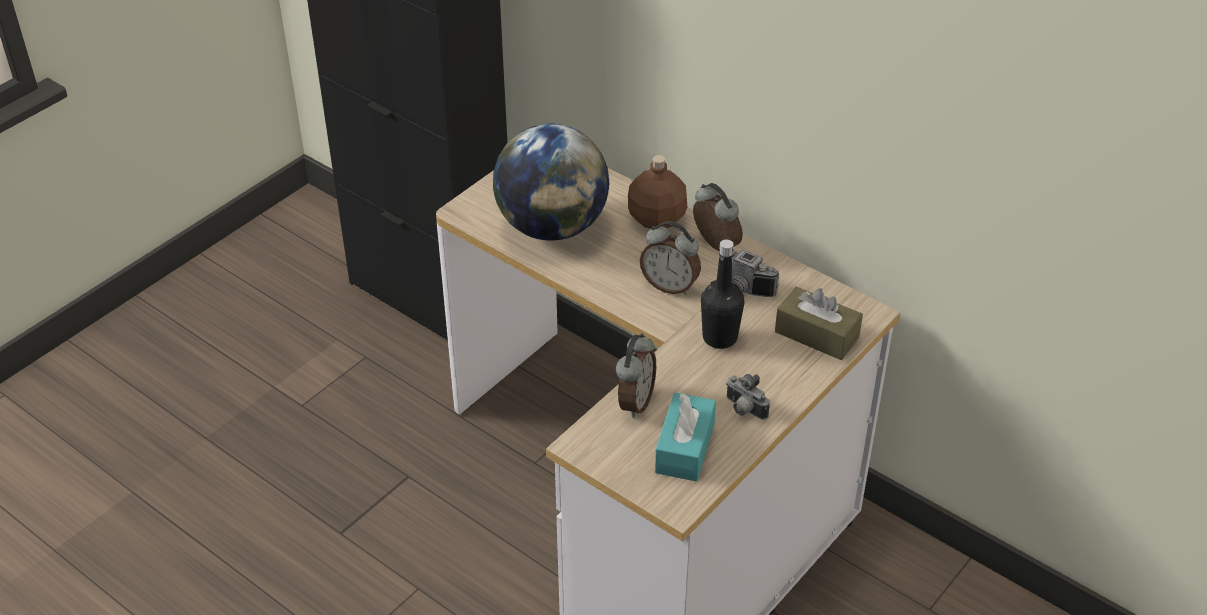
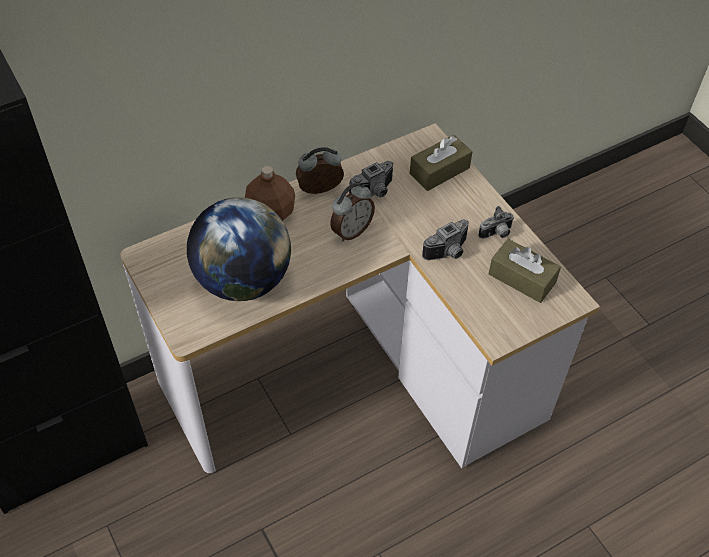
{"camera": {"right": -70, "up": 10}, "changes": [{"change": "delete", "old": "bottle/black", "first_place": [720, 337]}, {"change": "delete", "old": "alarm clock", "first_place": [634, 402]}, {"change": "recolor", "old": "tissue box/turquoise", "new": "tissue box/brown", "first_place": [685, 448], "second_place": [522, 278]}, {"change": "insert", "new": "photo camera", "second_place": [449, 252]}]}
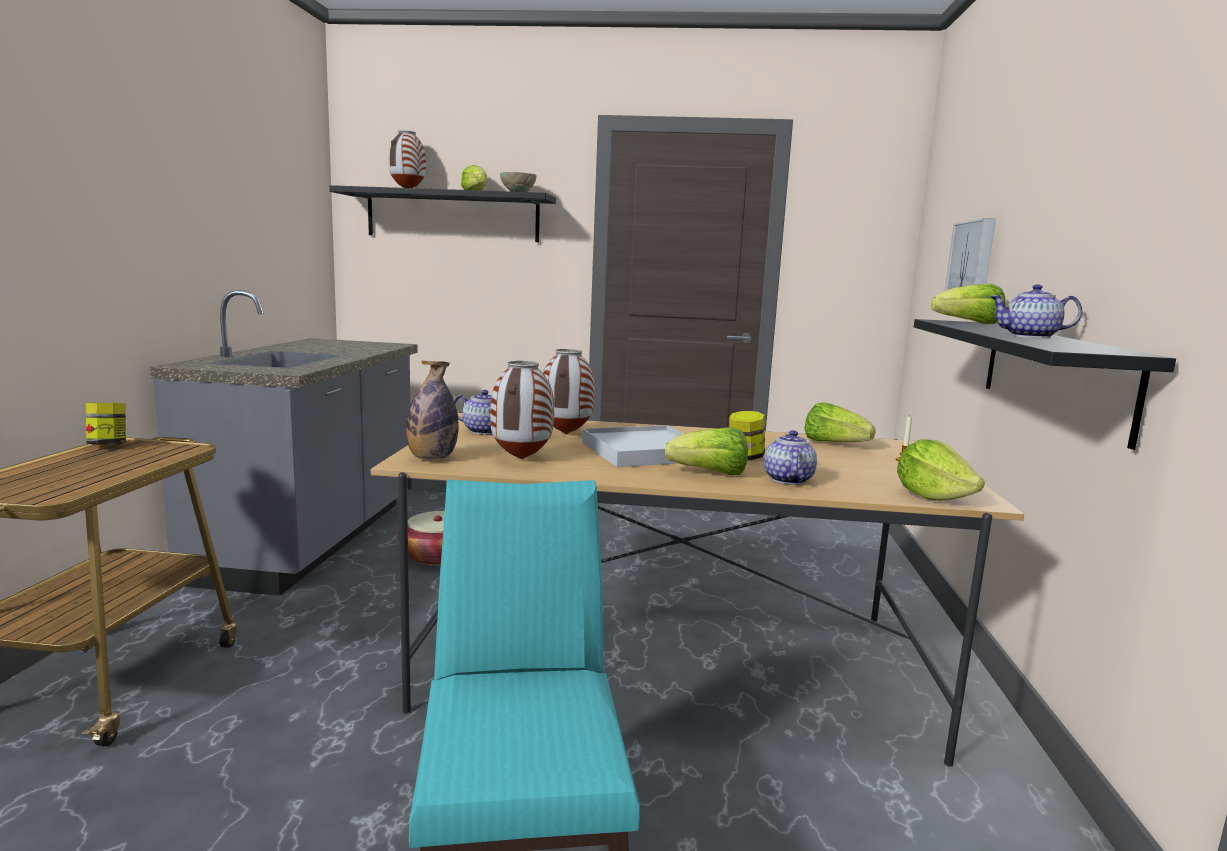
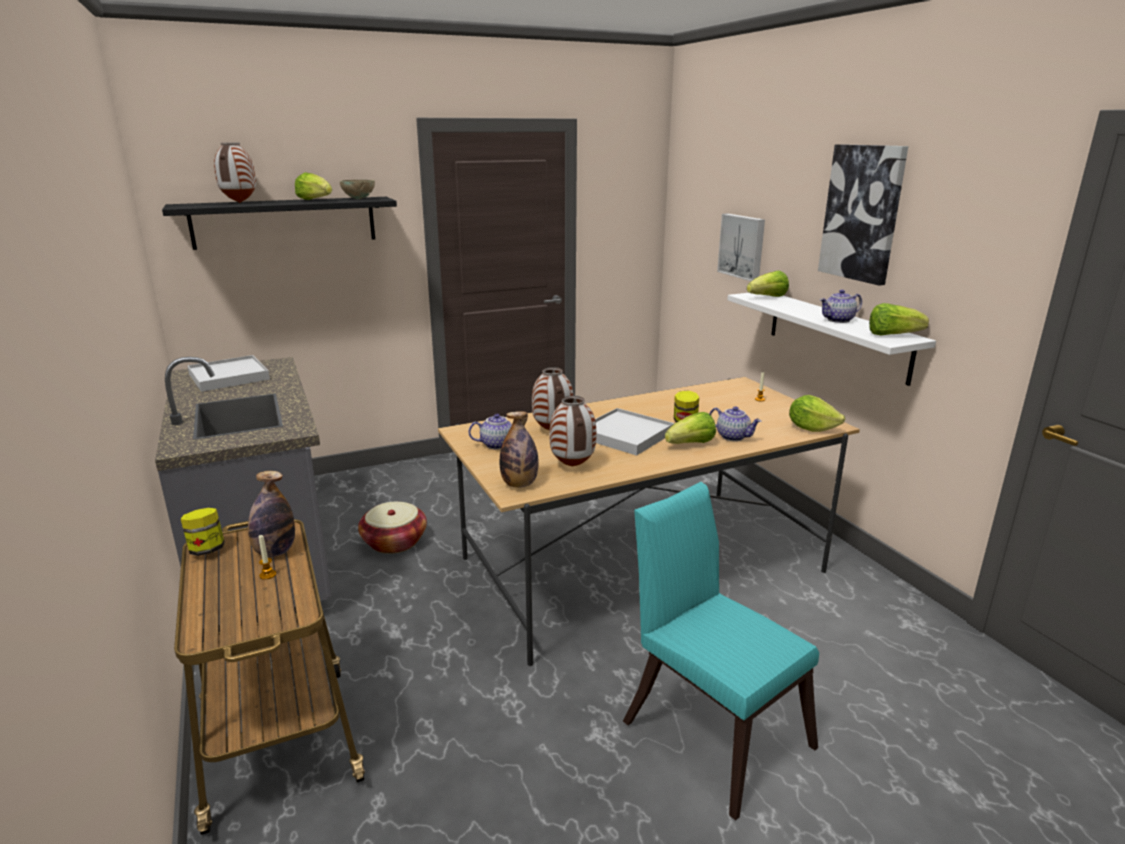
{"camera": {"right": -30, "up": 10}, "changes": [{"change": "recolor", "old": "shelf/black", "new": "shelf/white", "first_place": [1053, 374], "second_place": [837, 335]}, {"change": "move", "old": "lettuce", "first_place": [834, 444], "second_place": [892, 335]}, {"change": "rotate", "old": "teapot", "first_place": [786, 479], "second_place": [733, 437], "degrees": 150}, {"change": "insert", "new": "picture", "second_place": [862, 213]}, {"change": "insert", "new": "tray/white", "second_place": [229, 377]}, {"change": "insert", "new": "bottle", "second_place": [275, 552]}, {"change": "insert", "new": "candle", "second_place": [267, 575]}]}
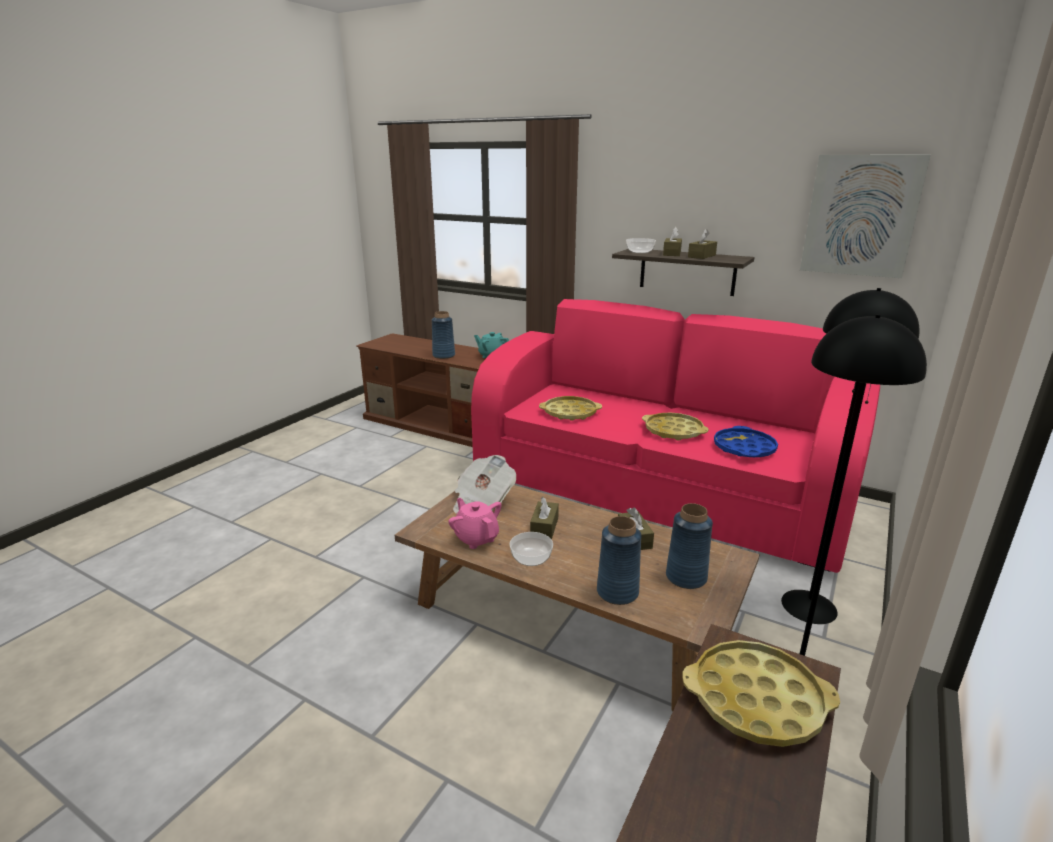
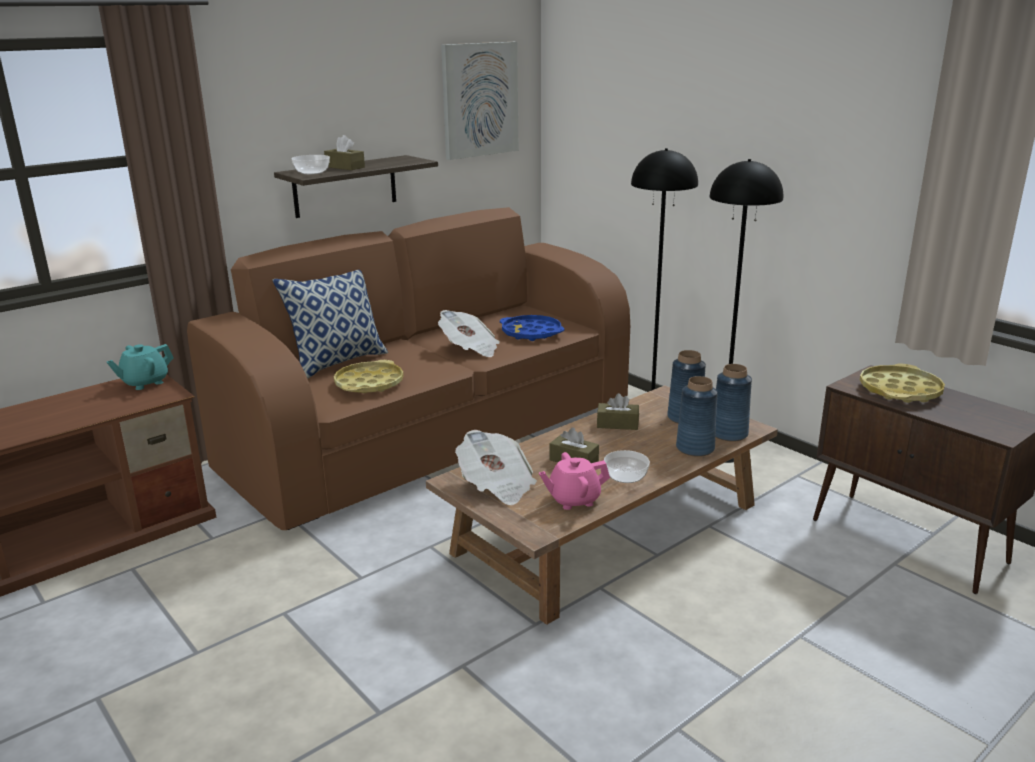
{"camera": {"right": -70, "up": 0}, "changes": [{"change": "delete", "old": "tissue box/brown", "first_place": [701, 256]}, {"change": "recolor", "old": "sofa/pink", "new": "sofa/brown", "first_place": [654, 492], "second_place": [435, 435]}, {"change": "move", "old": "vase/blue", "first_place": [443, 355], "second_place": [729, 434]}, {"change": "replace", "old": "tray/yellow", "new": "newspaper", "first_place": [673, 431], "second_place": [470, 349]}, {"change": "insert", "new": "pillow", "second_place": [337, 362]}]}
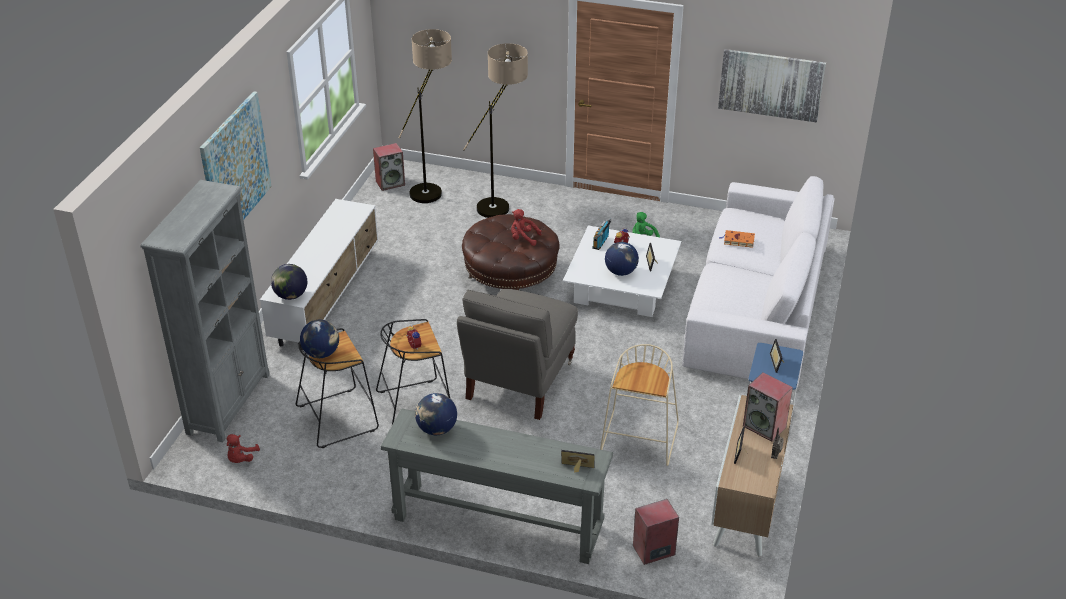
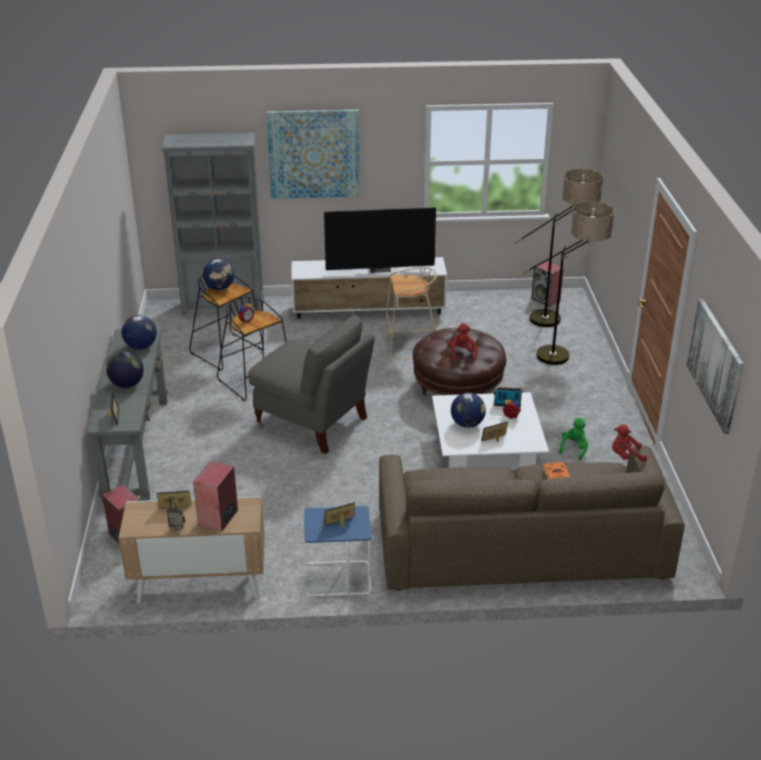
{"camera": {"right": 70, "up": -5}, "changes": [{"change": "recolor", "old": "sofa/white", "new": "sofa/brown", "first_place": [756, 304], "second_place": [520, 543]}, {"change": "move", "old": "globe", "first_place": [290, 295], "second_place": [127, 384]}, {"change": "rotate", "old": "armchair/grey", "first_place": [519, 381], "second_place": [313, 422], "degrees": -150}, {"change": "move", "old": "stool/beige", "first_place": [640, 441], "second_place": [411, 345]}, {"change": "move", "old": "plush toy/red", "first_place": [241, 459], "second_place": [625, 456]}, {"change": "insert", "new": "television", "second_place": [380, 269]}]}
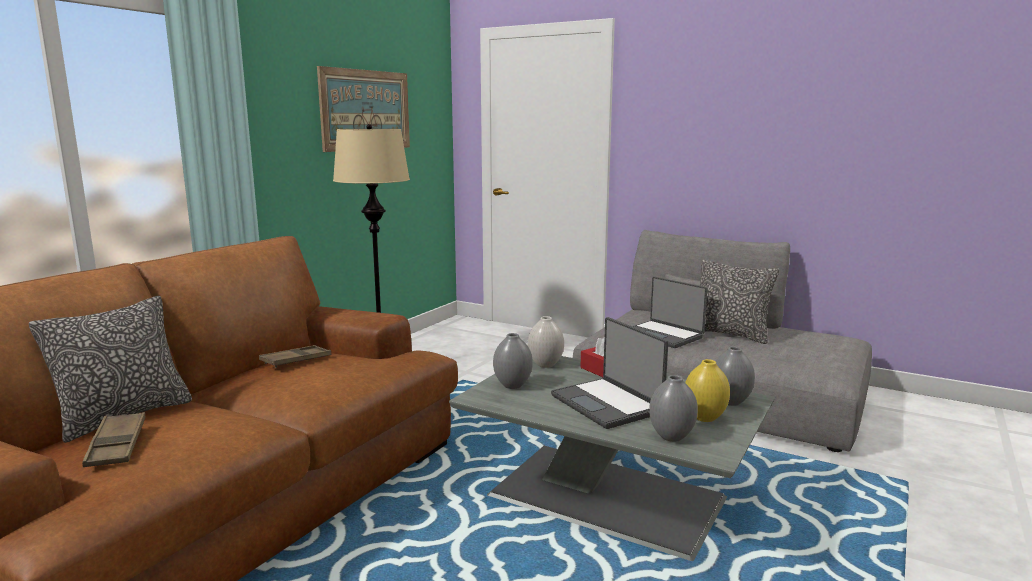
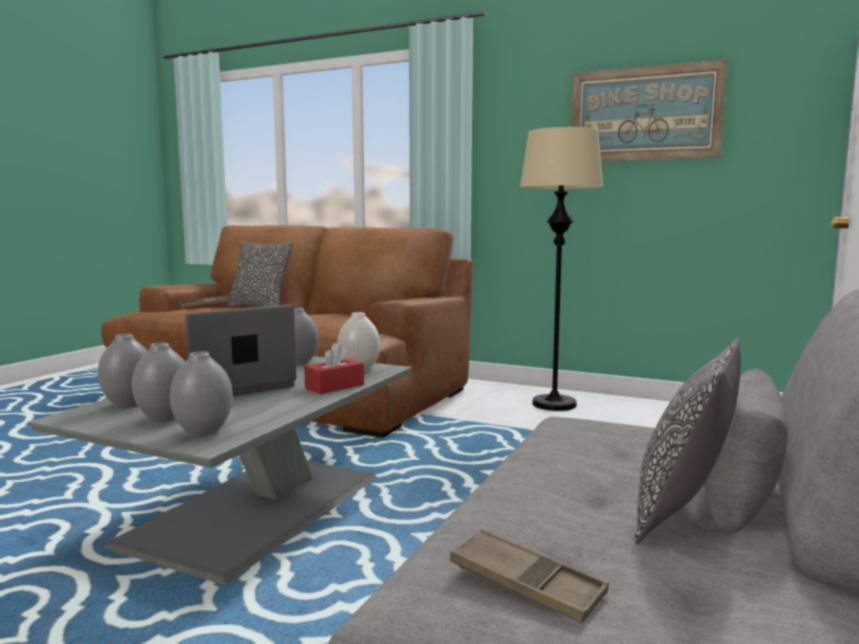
{"camera": {"right": 85, "up": -5}, "changes": [{"change": "delete", "old": "laptop", "first_place": [663, 335]}, {"change": "move", "old": "tray/brown", "first_place": [296, 360], "second_place": [526, 584]}, {"change": "recolor", "old": "vase/yellow", "new": "vase/grey", "first_place": [704, 417], "second_place": [165, 418]}]}
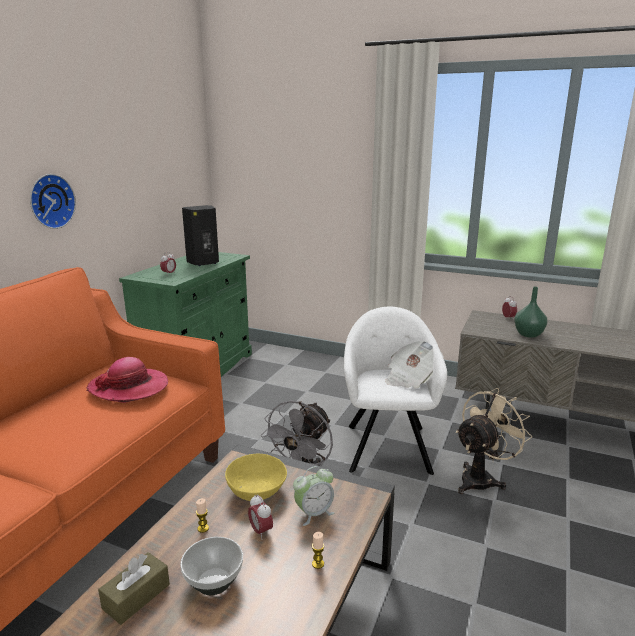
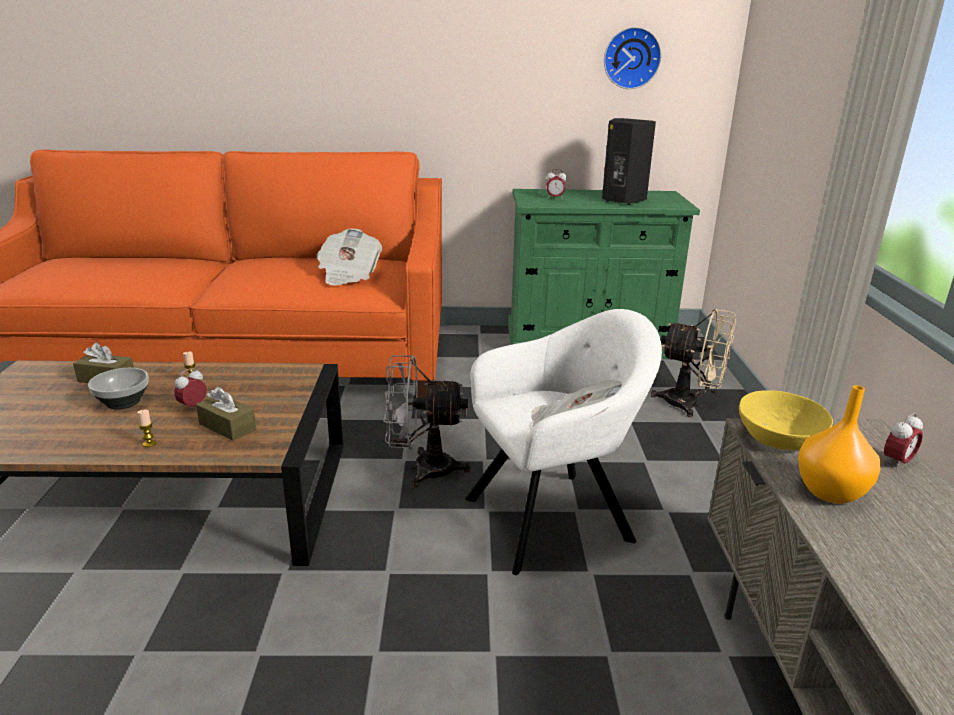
{"camera": {"right": 65, "up": 5}, "changes": [{"change": "move", "old": "wall clock", "first_place": [50, 201], "second_place": [631, 58]}, {"change": "recolor", "old": "vase/green", "new": "vase/orange", "first_place": [528, 334], "second_place": [829, 491]}, {"change": "replace", "old": "hat", "new": "newspaper", "first_place": [129, 387], "second_place": [348, 275]}, {"change": "move", "old": "fan/beige", "first_place": [481, 478], "second_place": [690, 404]}, {"change": "move", "old": "bowl/yellow", "first_place": [257, 491], "second_place": [779, 440]}, {"change": "replace", "old": "alarm clock", "new": "tissue box/brown", "first_place": [314, 513], "second_place": [227, 426]}]}
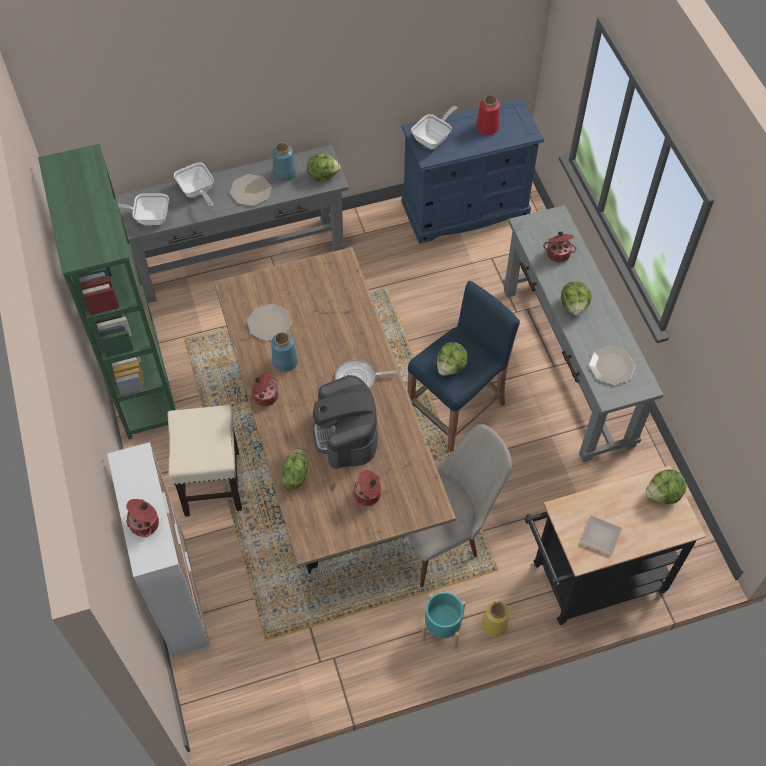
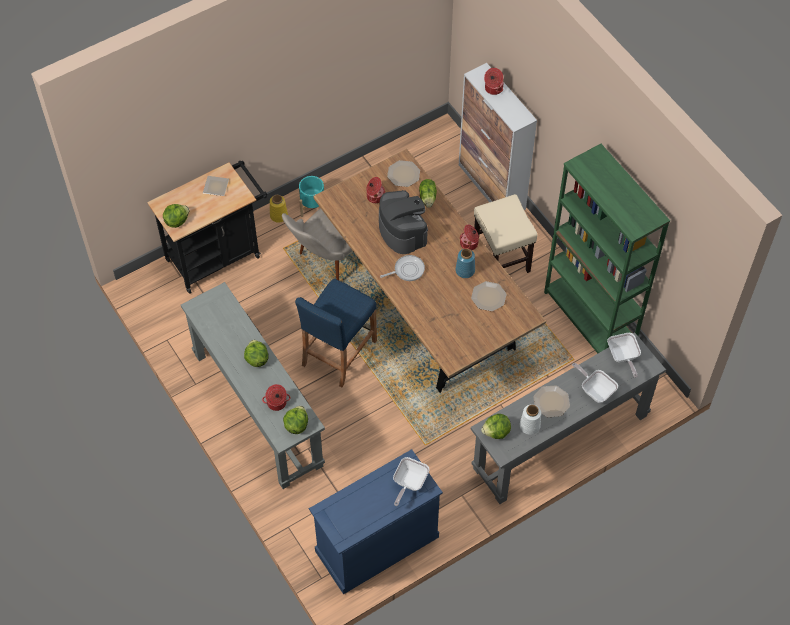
{"camera": {"right": 165, "up": 0}, "changes": [{"change": "delete", "old": "vase/red", "first_place": [487, 127]}, {"change": "recolor", "old": "vase/blue", "new": "vase/white", "first_place": [285, 174], "second_place": [529, 425]}, {"change": "rotate", "old": "frying pan", "first_place": [149, 217], "second_place": [623, 357], "degrees": 90}, {"change": "move", "old": "lettuce", "first_place": [451, 367], "second_place": [296, 425]}, {"change": "move", "old": "plate", "first_place": [611, 366], "second_place": [404, 174]}]}
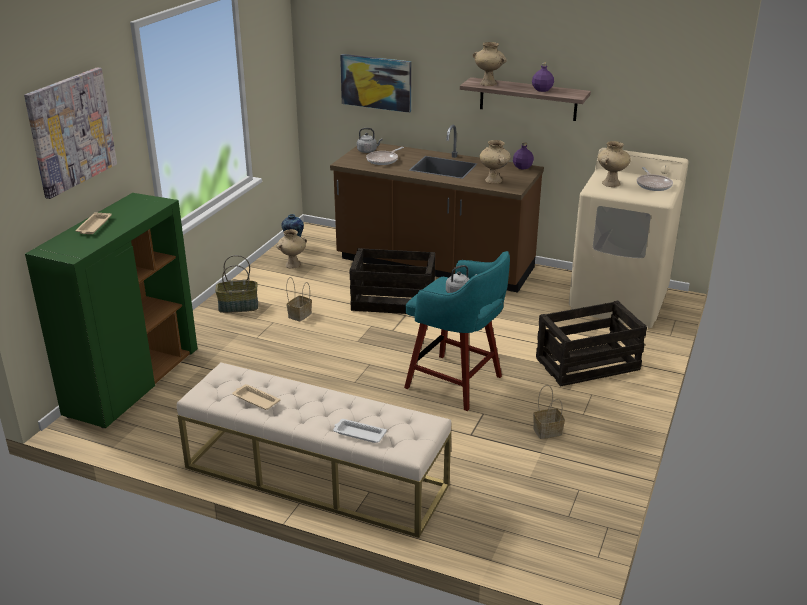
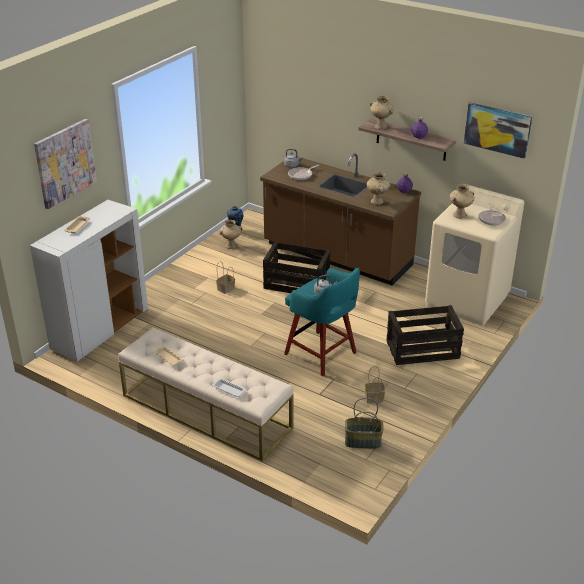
{"camera": {"right": 10, "up": 5}, "changes": [{"change": "move", "old": "picture", "first_place": [376, 82], "second_place": [497, 129]}, {"change": "recolor", "old": "cabinet/green", "new": "cabinet/white", "first_place": [133, 382], "second_place": [100, 330]}, {"change": "move", "old": "basket", "first_place": [238, 307], "second_place": [362, 442]}]}
